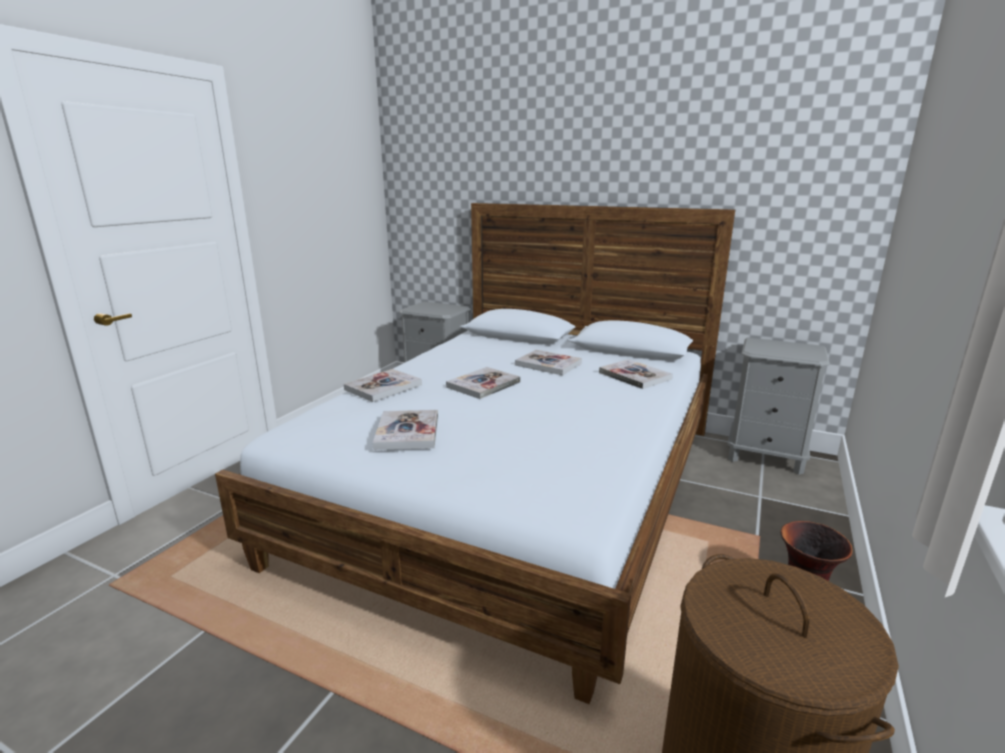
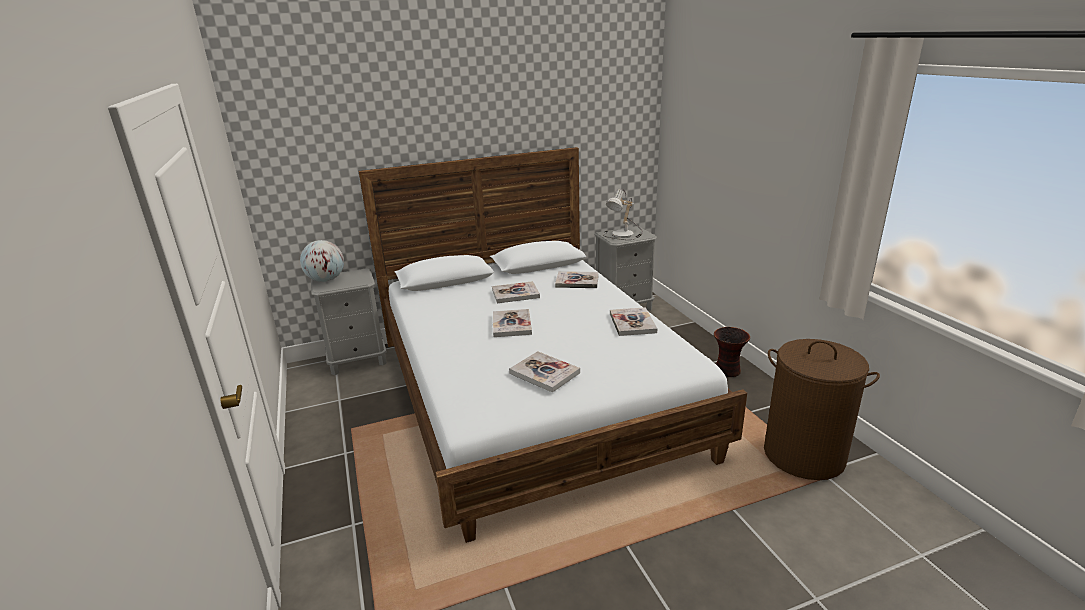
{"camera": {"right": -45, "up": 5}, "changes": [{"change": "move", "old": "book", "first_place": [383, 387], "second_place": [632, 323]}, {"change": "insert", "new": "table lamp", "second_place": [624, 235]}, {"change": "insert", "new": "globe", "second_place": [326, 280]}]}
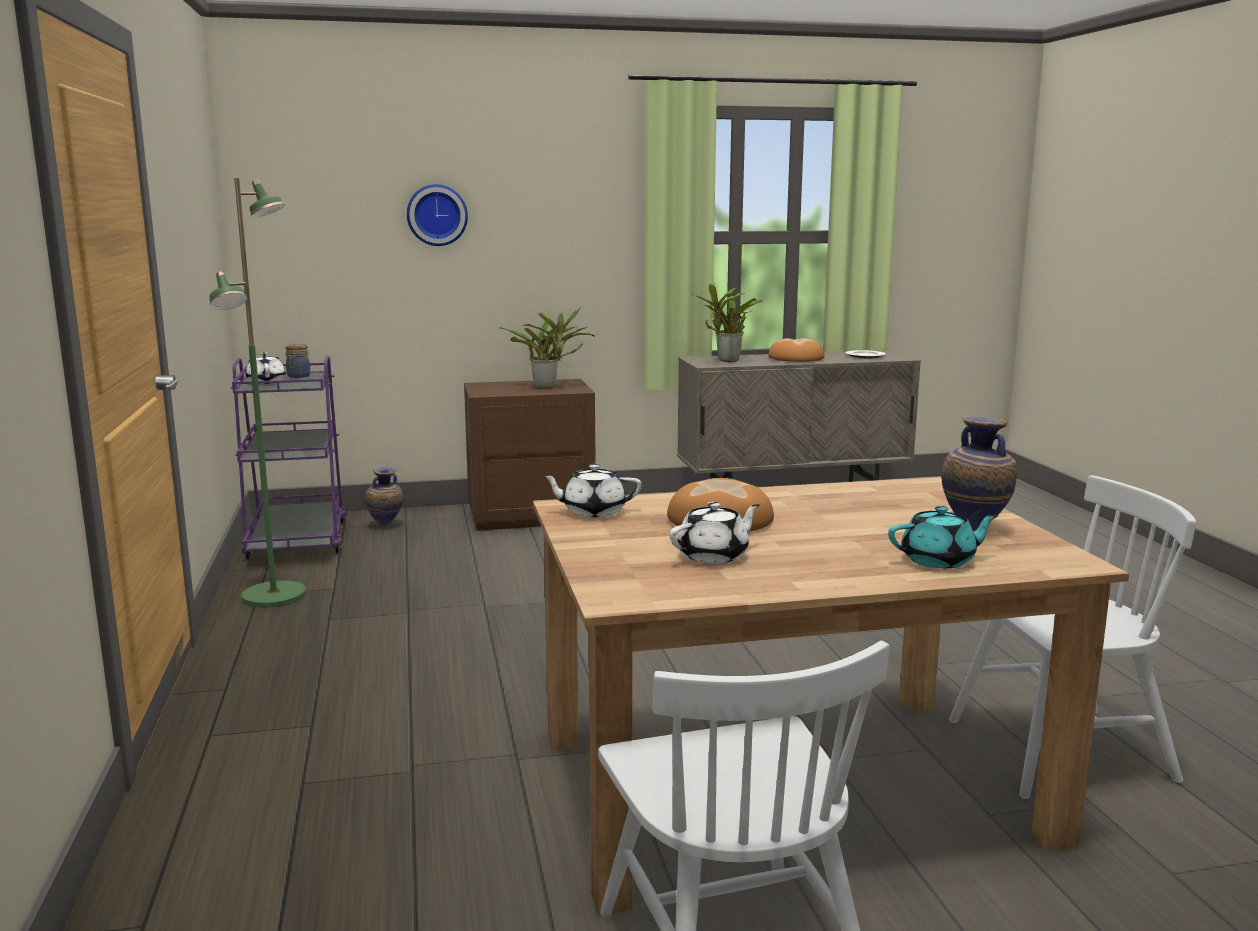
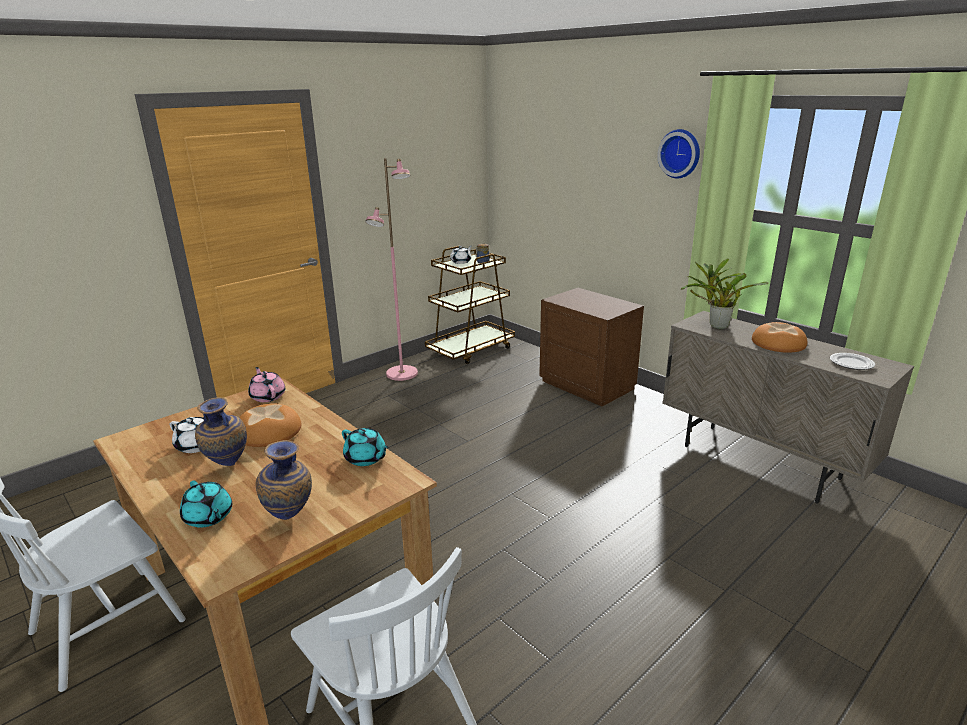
{"camera": {"right": 60, "up": 10}, "changes": [{"change": "recolor", "old": "floor lamp/green", "new": "floor lamp/pink", "first_place": [275, 596], "second_place": [402, 374]}, {"change": "move", "old": "wall clock", "first_place": [437, 215], "second_place": [680, 153]}, {"change": "delete", "old": "potted plant", "first_place": [548, 387]}, {"change": "recolor", "old": "cart/purple", "new": "cart/brown", "first_place": [297, 541], "second_place": [471, 350]}, {"change": "recolor", "old": "teapot/white", "new": "teapot/pink", "first_place": [593, 511], "second_place": [268, 396]}, {"change": "move", "old": "vase", "first_place": [385, 526], "second_place": [227, 467]}, {"change": "insert", "new": "teapot/turquoise", "second_place": [366, 458]}]}
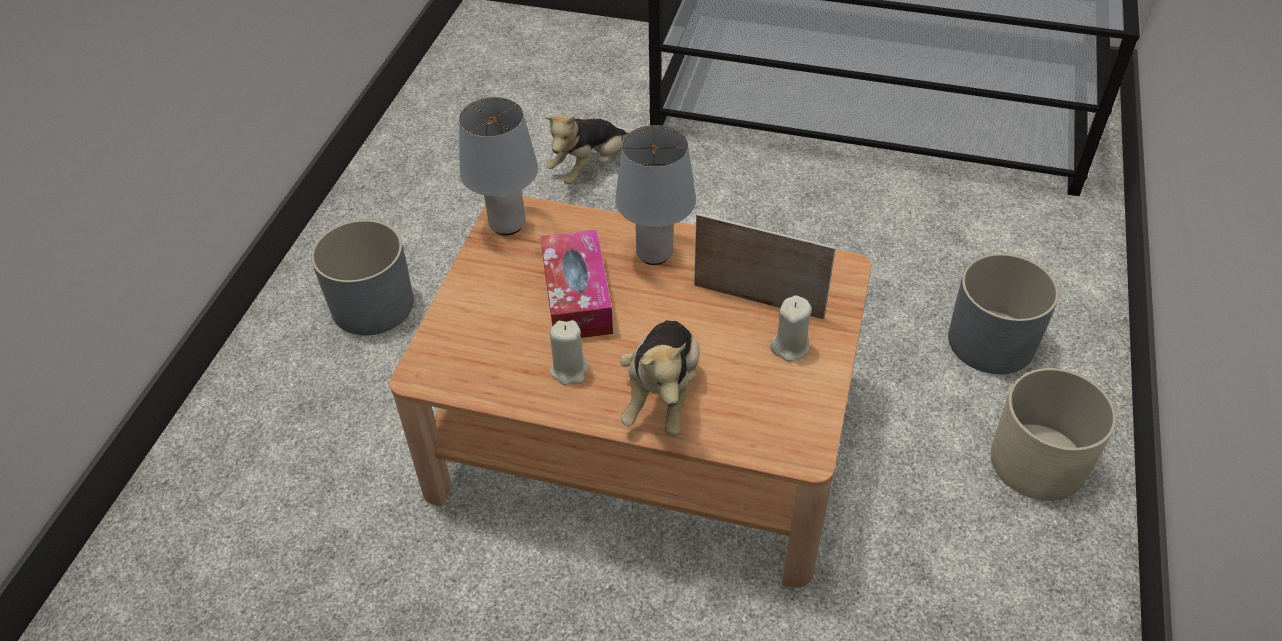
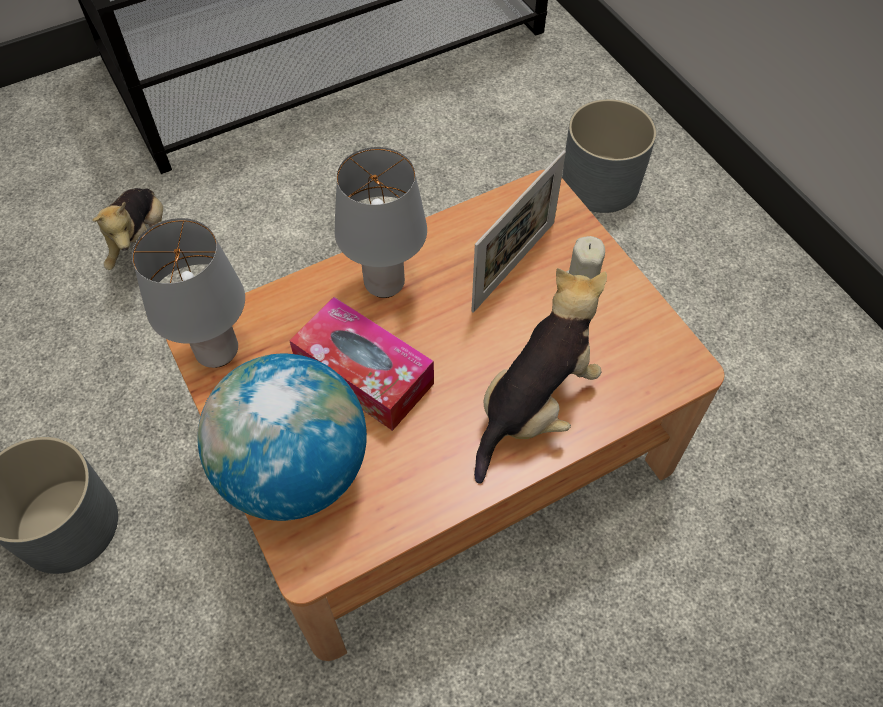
{"camera": {"right": -45, "up": 10}, "changes": [{"change": "rotate", "old": "picture frame", "first_place": [758, 301], "second_place": [514, 266], "degrees": 150}, {"change": "delete", "old": "candle/beige", "first_place": [569, 370]}, {"change": "rotate", "old": "plush toy", "first_place": [662, 394], "second_place": [534, 405], "degrees": -105}, {"change": "delete", "old": "planter/beige", "first_place": [1038, 462]}, {"change": "insert", "new": "globe", "second_place": [295, 471]}]}
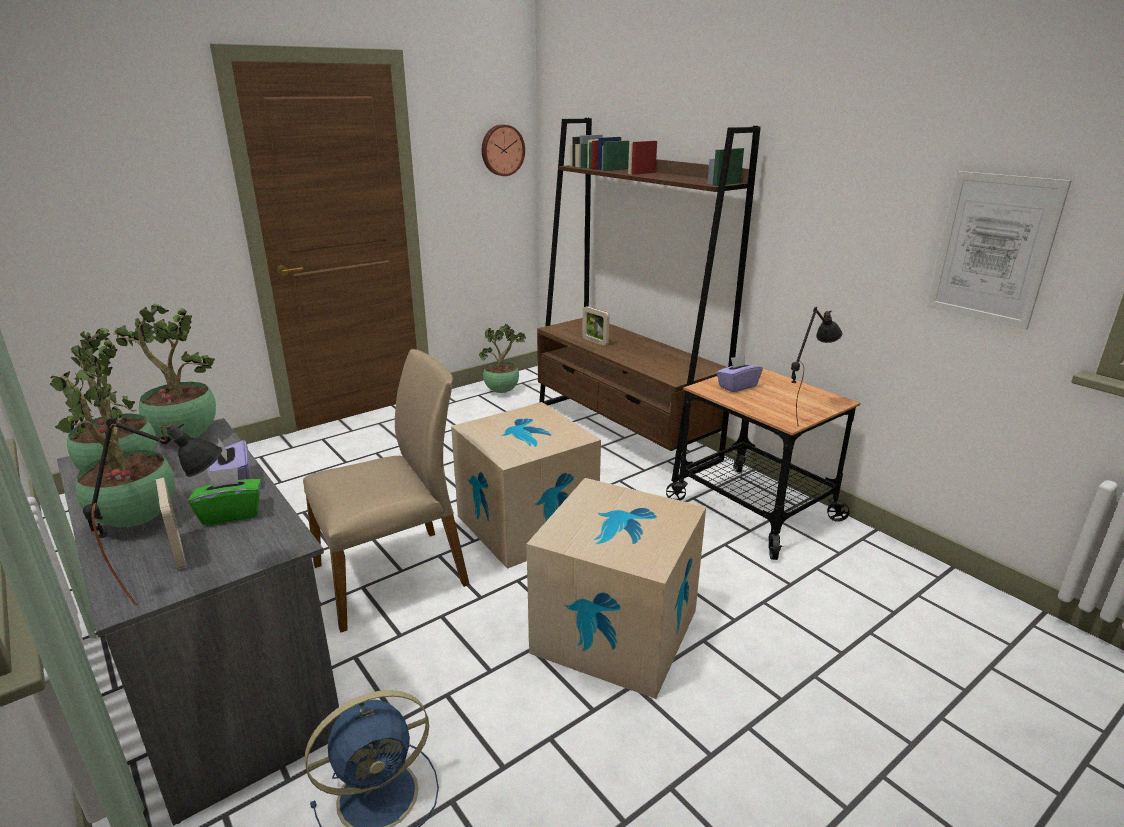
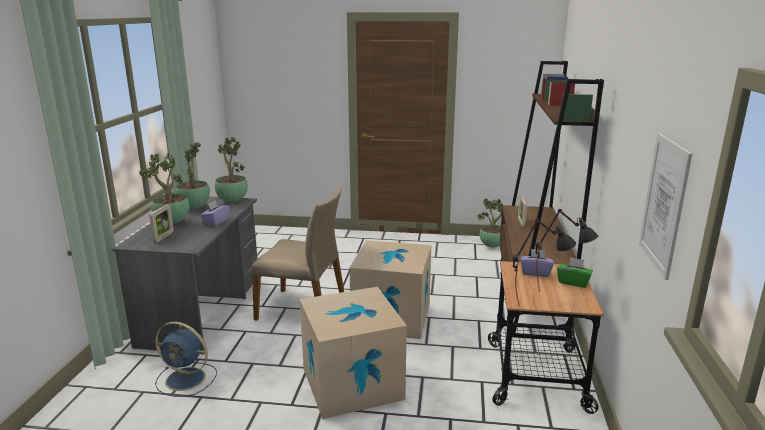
{"camera": {"right": 45, "up": -5}, "changes": [{"change": "delete", "old": "wall clock", "first_place": [502, 150]}, {"change": "move", "old": "table lamp/black", "first_place": [184, 584], "second_place": [560, 292]}, {"change": "move", "old": "tissue box/green", "first_place": [231, 514], "second_place": [573, 282]}]}
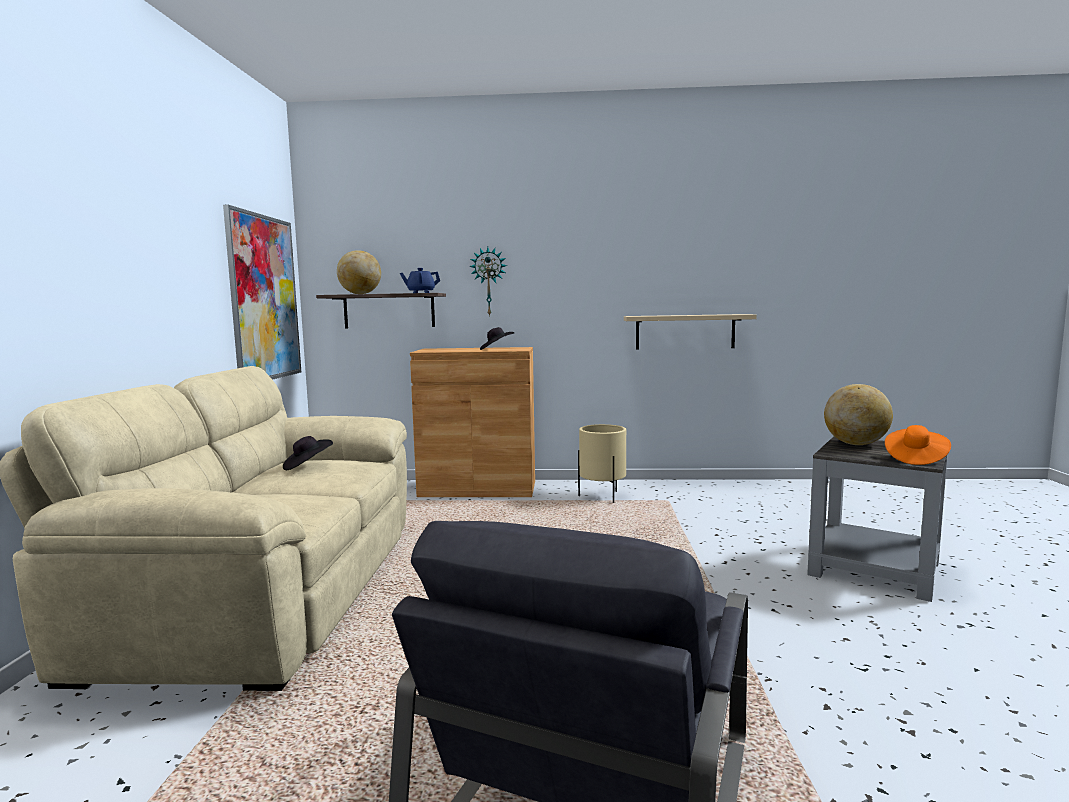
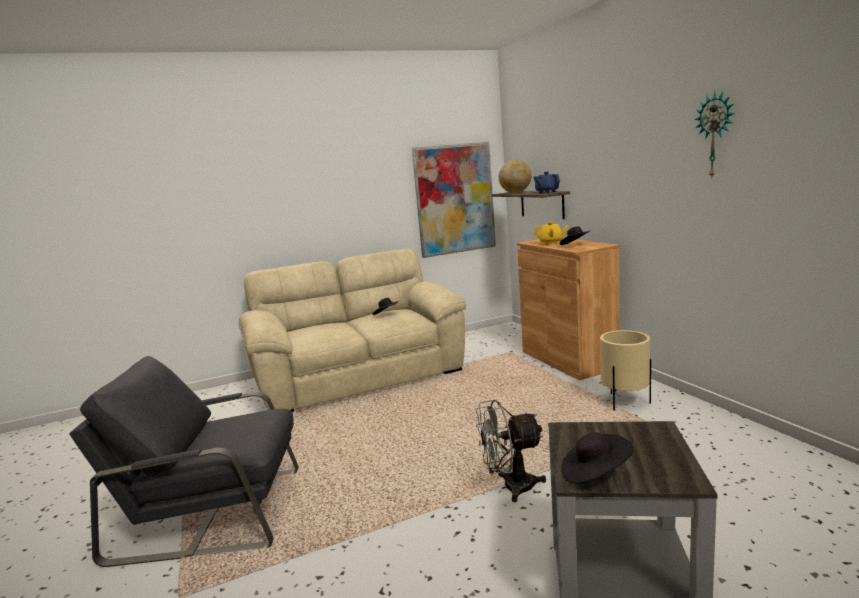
{"camera": {"right": 65, "up": 5}, "changes": [{"change": "move", "old": "wall clock", "first_place": [489, 281], "second_place": [715, 135]}, {"change": "delete", "old": "shelf/beige", "first_place": [685, 332]}, {"change": "delete", "old": "globe", "first_place": [856, 444]}, {"change": "recolor", "old": "hat/orange", "new": "hat/black", "first_place": [915, 459], "second_place": [594, 474]}, {"change": "insert", "new": "teapot/yellow", "second_place": [551, 243]}, {"change": "insert", "new": "fan/grey", "second_place": [510, 487]}]}
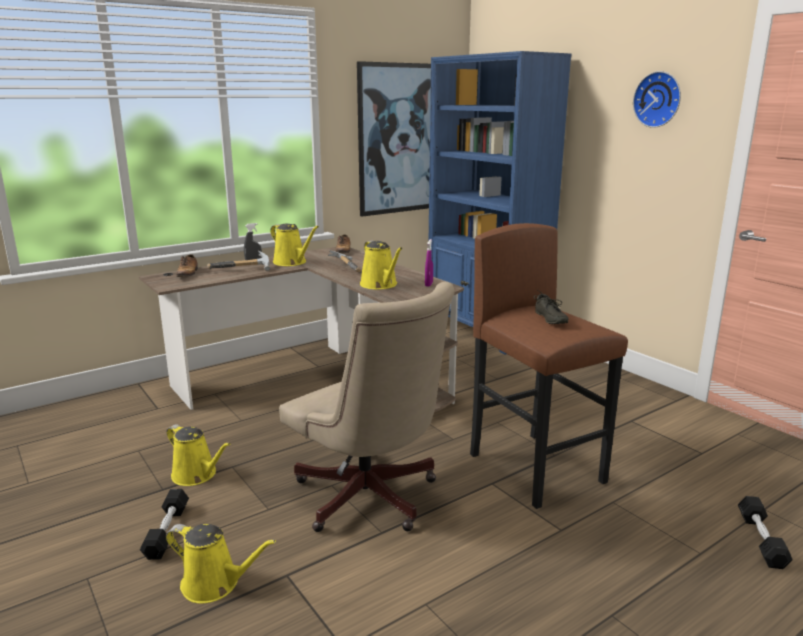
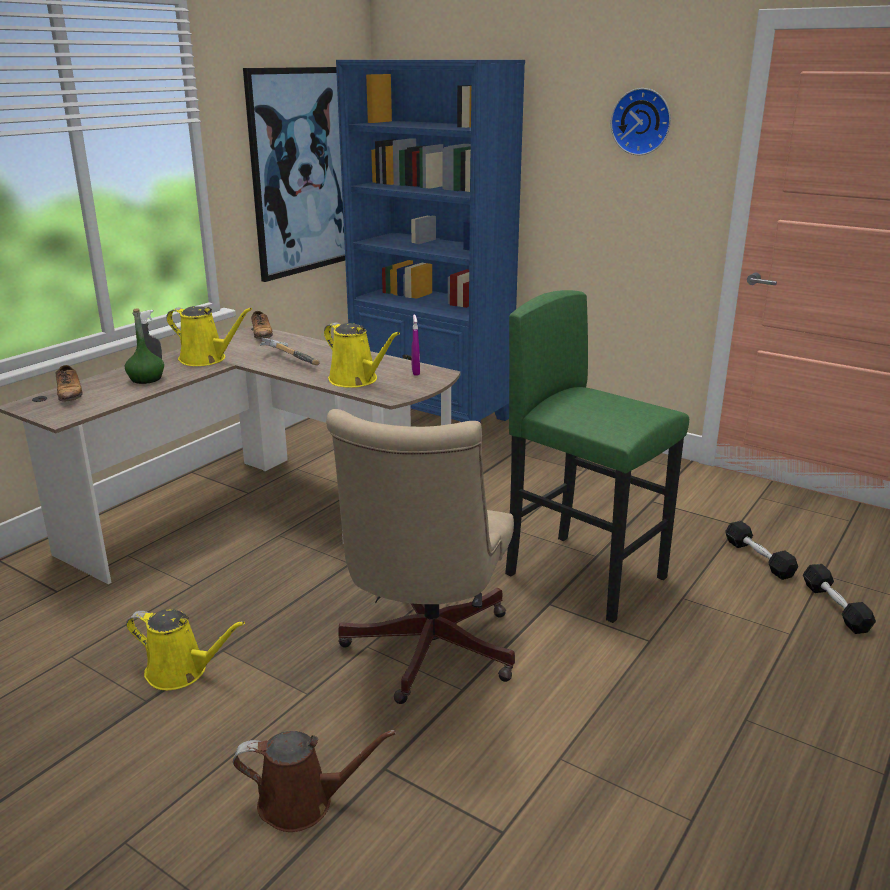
{"camera": {"right": -20, "up": 5}, "changes": [{"change": "recolor", "old": "stool/brown", "new": "stool/green", "first_place": [536, 468], "second_place": [585, 575]}, {"change": "replace", "old": "hammer", "new": "bottle/green", "first_place": [242, 270], "second_place": [146, 379]}, {"change": "rotate", "old": "office chair/beige", "first_place": [370, 500], "second_place": [425, 654], "degrees": 75}, {"change": "delete", "old": "shoe/grey", "first_place": [549, 319]}, {"change": "move", "old": "dumbbell/black", "first_place": [167, 531], "second_place": [758, 558]}, {"change": "recolor", "old": "watering can/yellow", "new": "watering can/brown", "first_place": [215, 584], "second_place": [303, 802]}]}
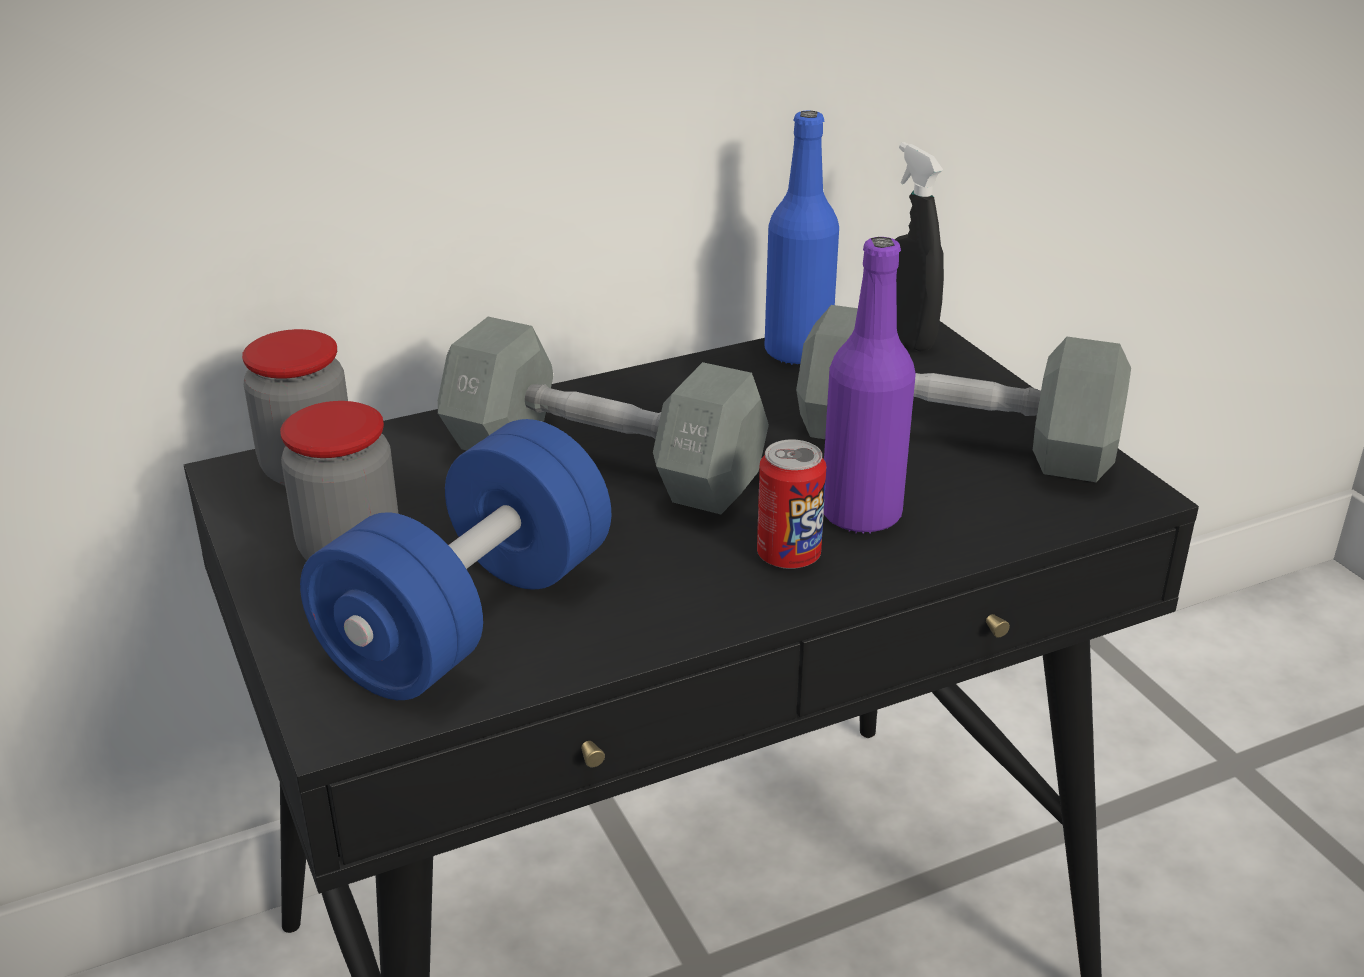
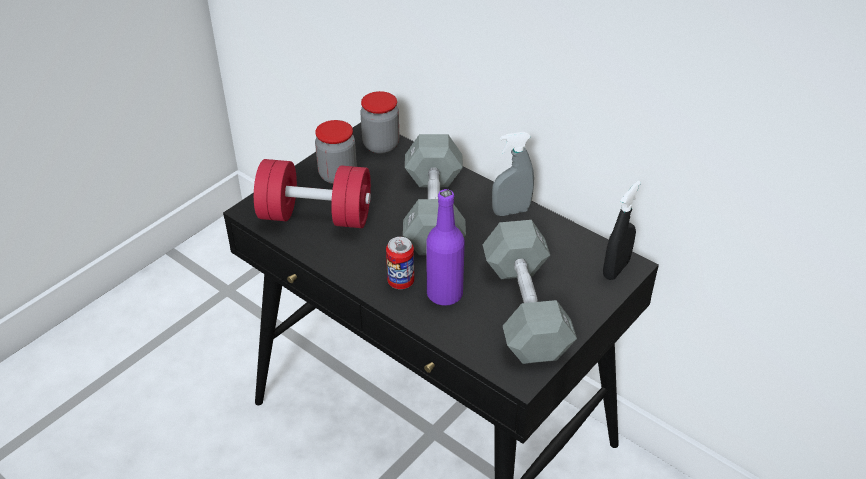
{"camera": {"right": 65, "up": 10}, "changes": [{"change": "delete", "old": "bottle/blue", "first_place": [797, 352]}, {"change": "recolor", "old": "dumbbell/blue", "new": "dumbbell/red", "first_place": [469, 618], "second_place": [316, 216]}, {"change": "insert", "new": "spray bottle/grey", "second_place": [511, 211]}]}
